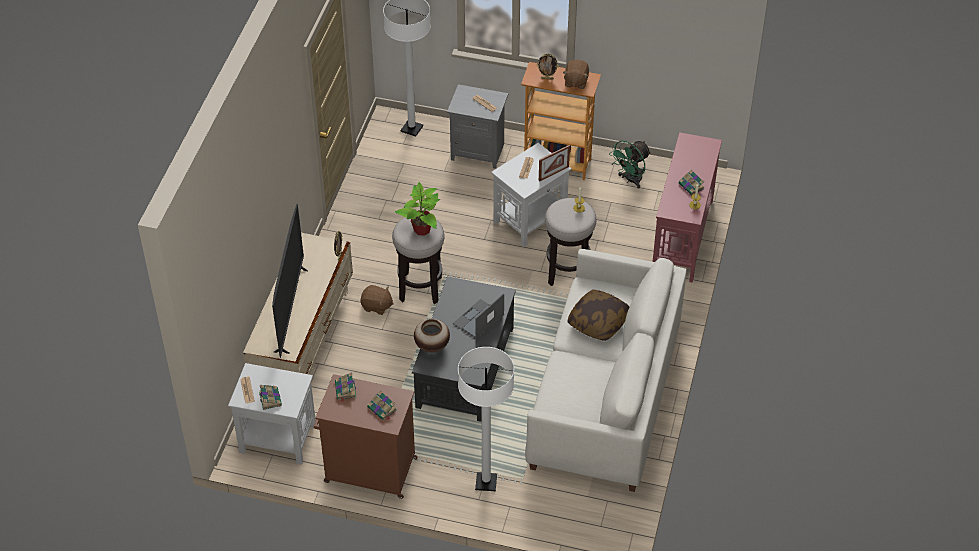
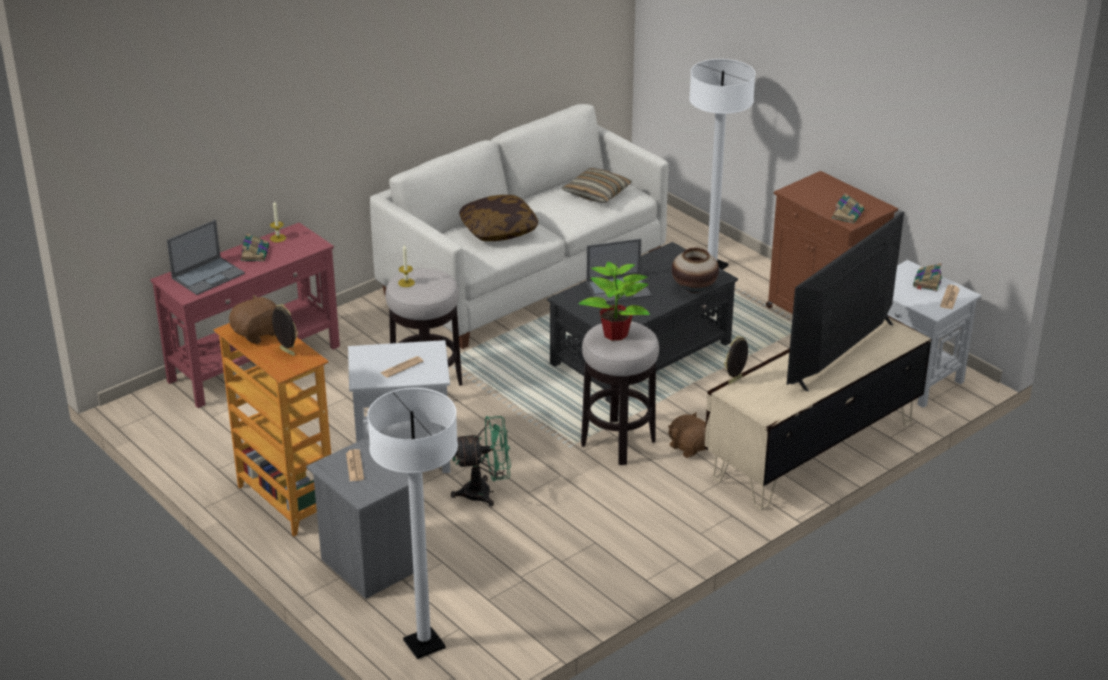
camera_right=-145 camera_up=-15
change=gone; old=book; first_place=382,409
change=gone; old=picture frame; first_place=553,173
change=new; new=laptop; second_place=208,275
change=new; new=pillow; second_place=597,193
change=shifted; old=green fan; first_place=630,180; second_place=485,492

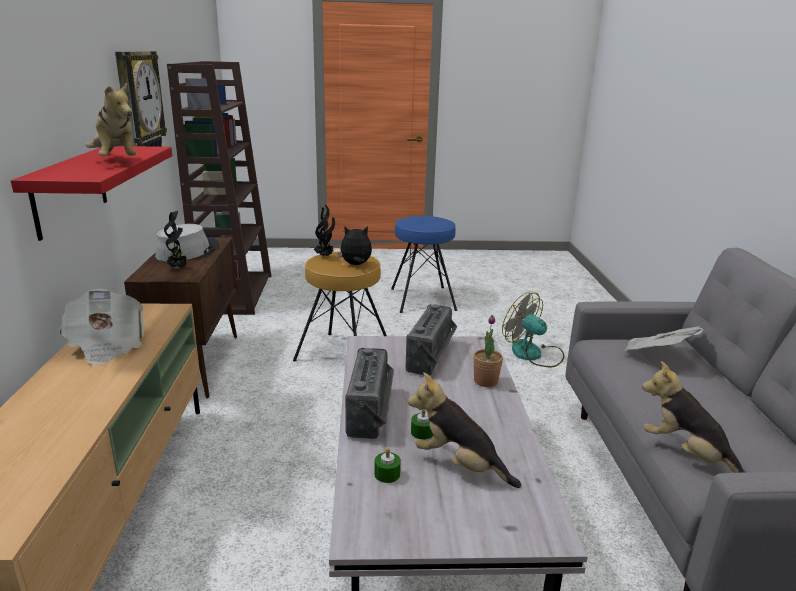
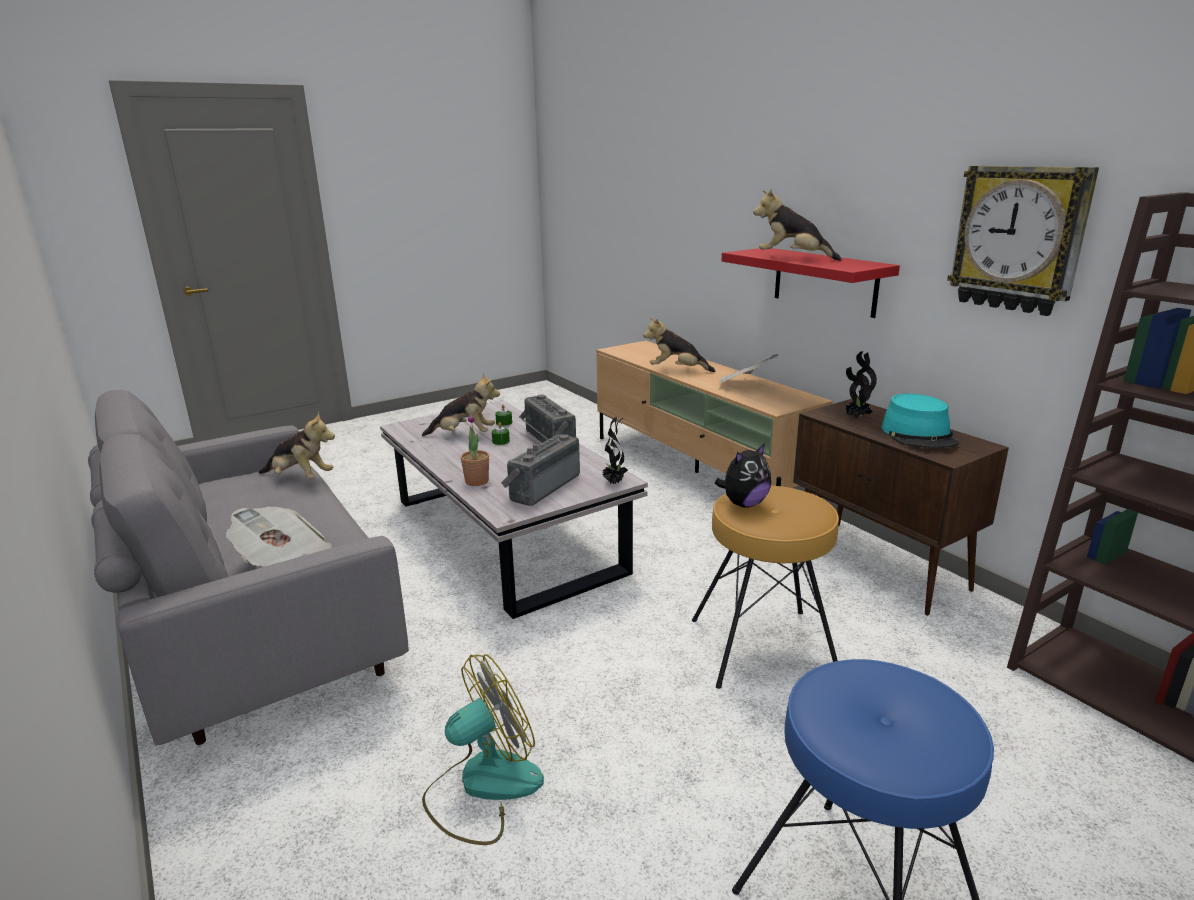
camera_right=150 camera_up=0
change=new; new=plush toy; second_place=677,370
change=shifted; old=potted plant; first_place=325,256; second_place=614,483
change=repainted; old=grey hat; new=turquoise hat; first_place=187,251; second_place=919,435
change=rotated; old=radio; first_place=433,357; second_place=542,487; degrees=45
change=rotated; old=fan; first_place=533,354; second_place=483,786; degrees=-45

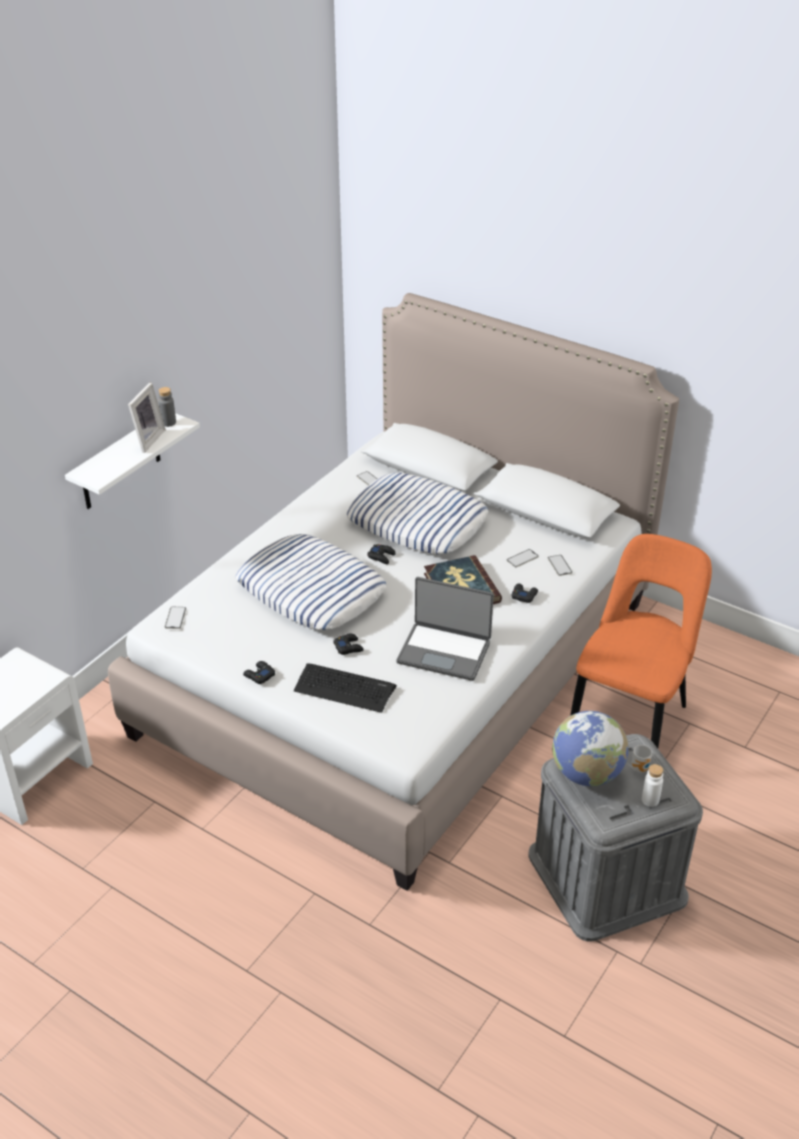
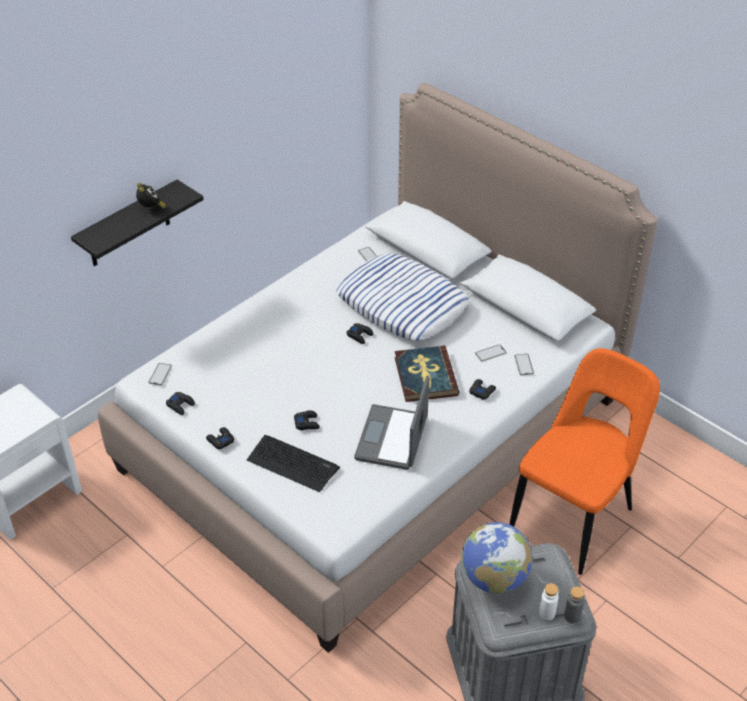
camera_right=10 camera_up=5
change=gone; old=pillow; first_place=311,591
change=gone; old=mug; first_place=641,768
change=new; new=black game controller; second_place=180,405
change=shifted; old=grey bottle; first_place=168,422; second_place=572,616
change=swapped; old=picture frame; new=alarm clock; first_place=146,439; second_place=151,208
change=repainted; old=white shelf; new=black shelf; first_place=120,462; second_place=128,225
change=rotated; old=laptop; first_place=444,651; second_place=393,438; degrees=75

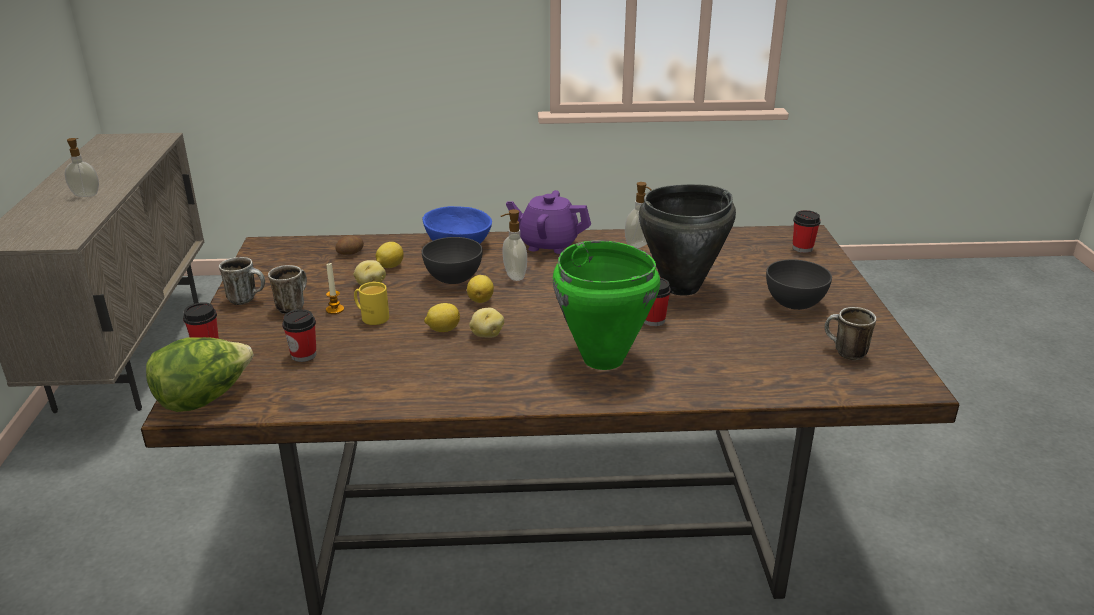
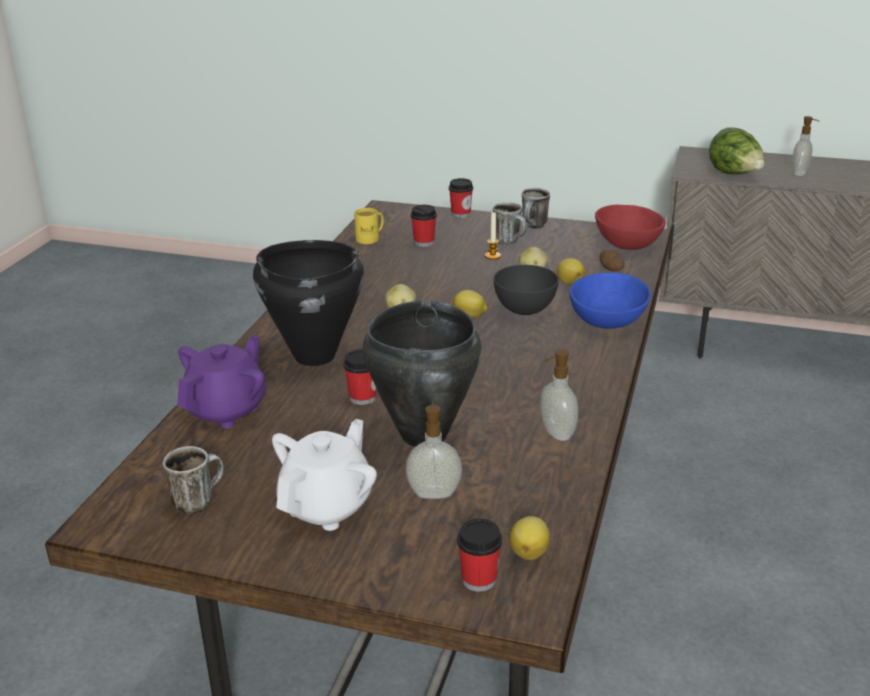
camera_right=110 camera_up=0
change=new; new=red bowl; second_place=627,244
change=shifted; old=lettuce; first_place=204,399; second_place=735,175
change=shifted; old=yellow mug; first_place=371,317; second_place=370,238
change=shifted; old=lemon; first_place=443,329; second_place=529,552
change=shifted; old=soap dispenser; first_place=514,276; second_place=434,492
change=shifted; old=purple teapot; first_place=548,244; second_place=227,410
change=swapped; old=grey bowl; new=white teapot; first_place=795,303; second_place=327,507
change=repainted; old=green cooking pot; new=black cooking pot; first_place=603,359; second_place=314,356

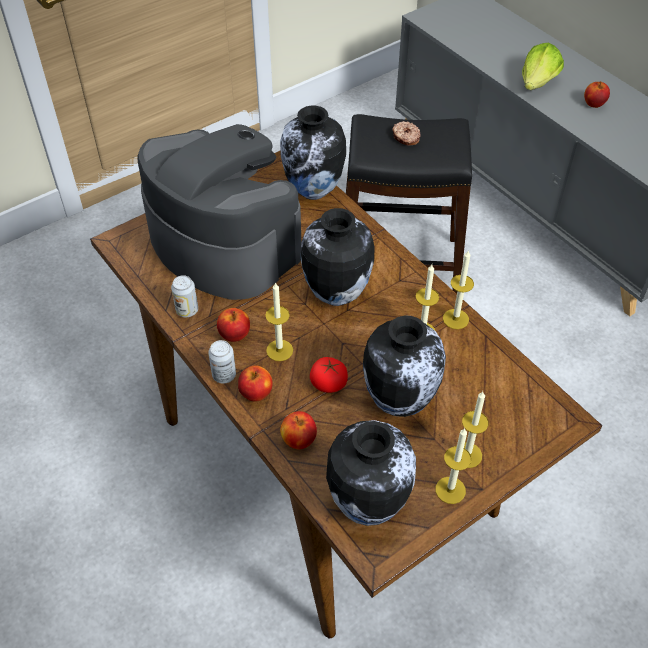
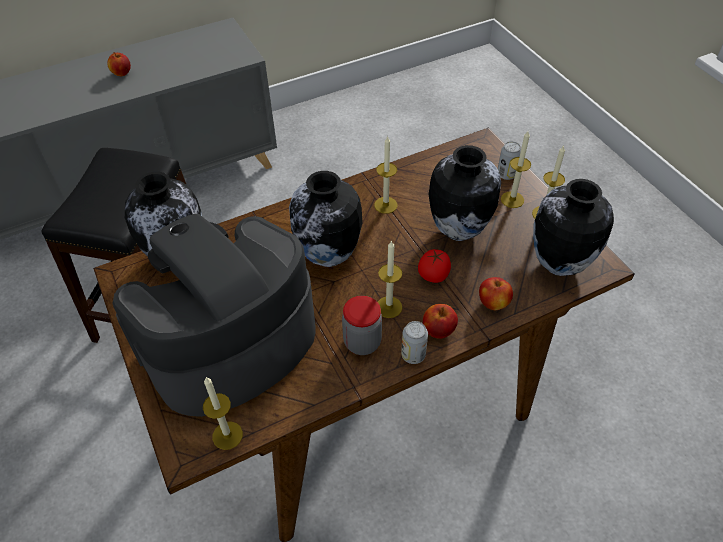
camera_right=-80 camera_up=0
change=gone; old=donut; first_place=405,137
change=gone; old=lettuce; first_place=538,83
change=shifted; old=can; first_place=187,310; second_place=506,174
change=shifted; old=candle; first_place=455,319; second_place=227,435
change=swapped; old=apple; new=jar; first_place=234,335; second_place=362,342

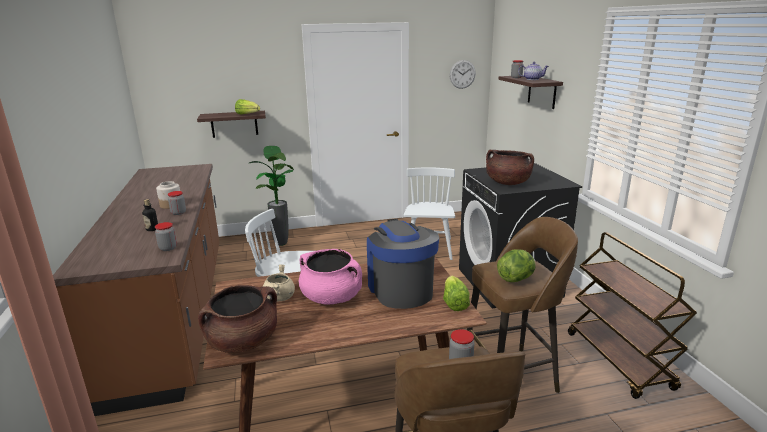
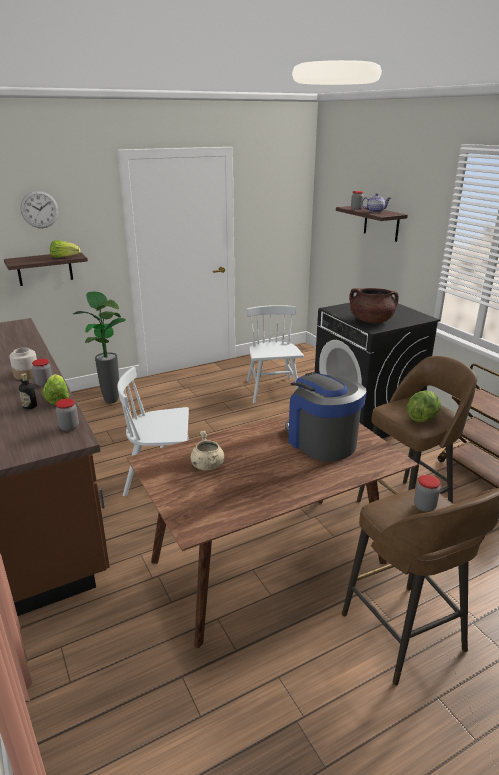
camera_right=-15 camera_up=5
change=gone; old=brown cooking pot; first_place=243,342
change=gone; old=pink cooking pot; first_place=332,298
change=shifted; old=lettuce; first_place=454,303; second_place=57,398
change=shifted; old=wall clock; first_place=462,74; second_place=39,209

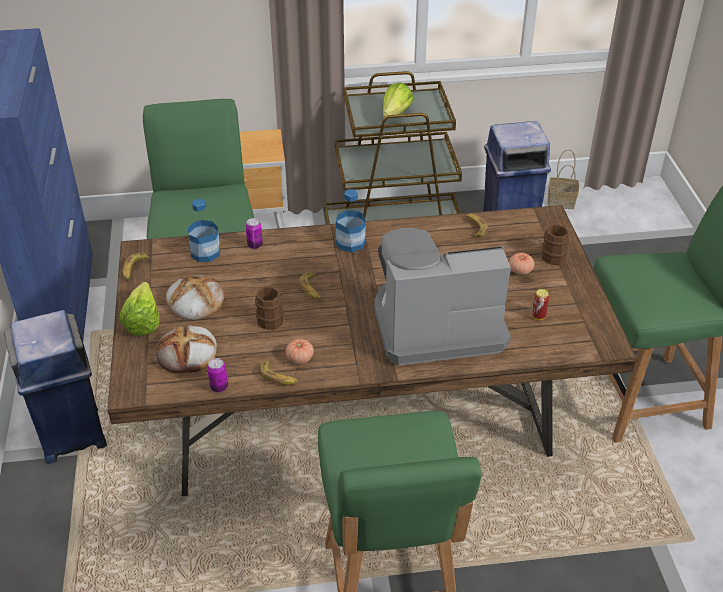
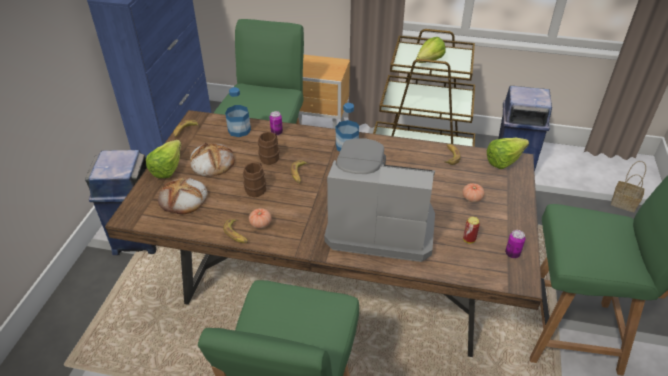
camera_right=20 camera_up=0
change=new; new=lettuce; second_place=507,161
change=shifted; old=can; first_place=219,387; second_place=512,254
change=shifted; old=brown mug; first_place=553,254; second_place=271,156
change=shifted; old=basket; first_place=562,201; second_place=624,203

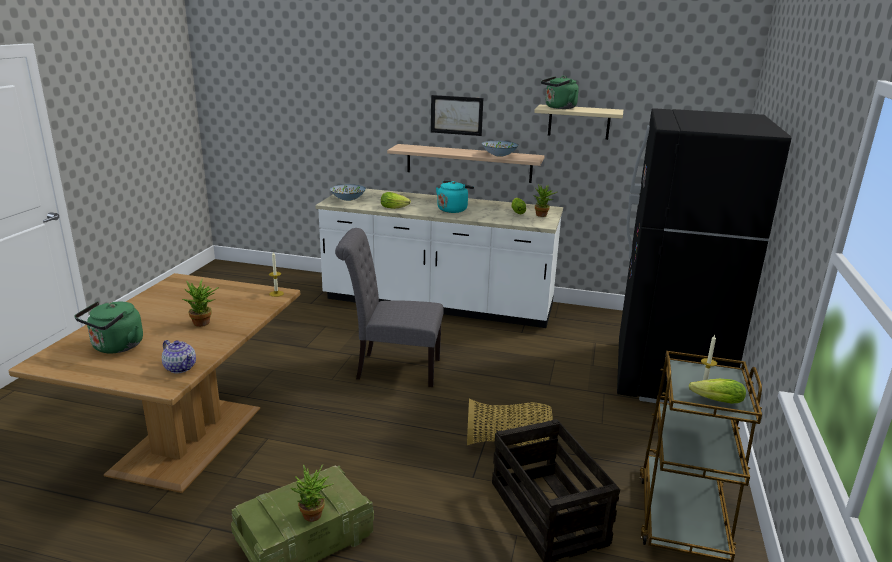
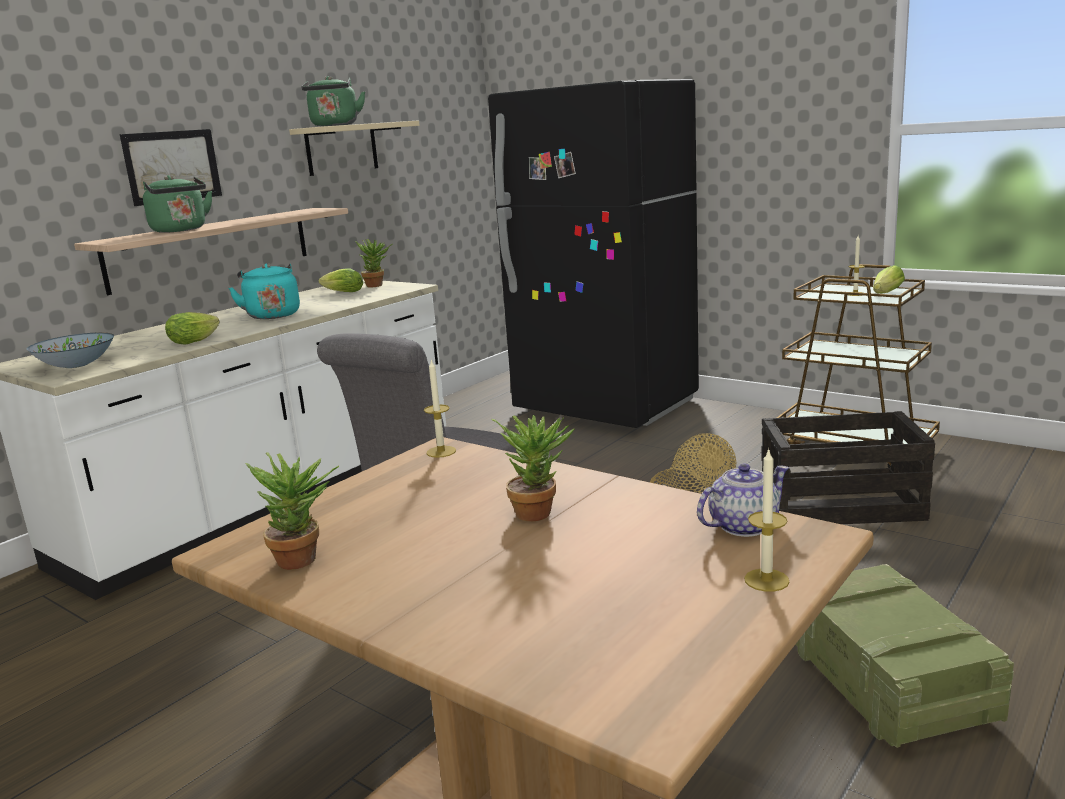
camera_right=-65 camera_up=-5
change=gone; old=bowl; first_place=499,155
change=new; new=candle; second_place=766,580
change=shifted; old=green kettle; first_place=116,347; second_place=181,230
change=shifted; old=potted plant; first_place=314,518; second_place=305,559

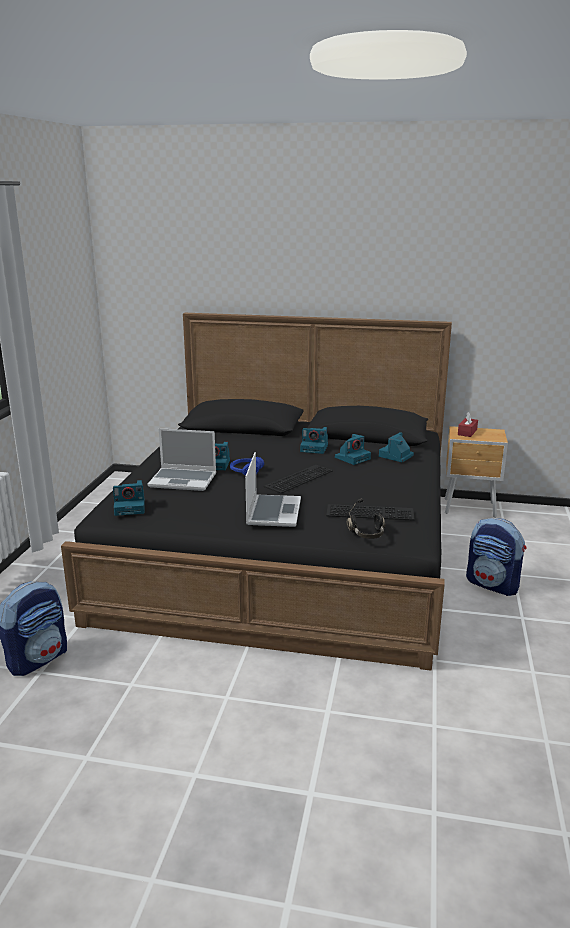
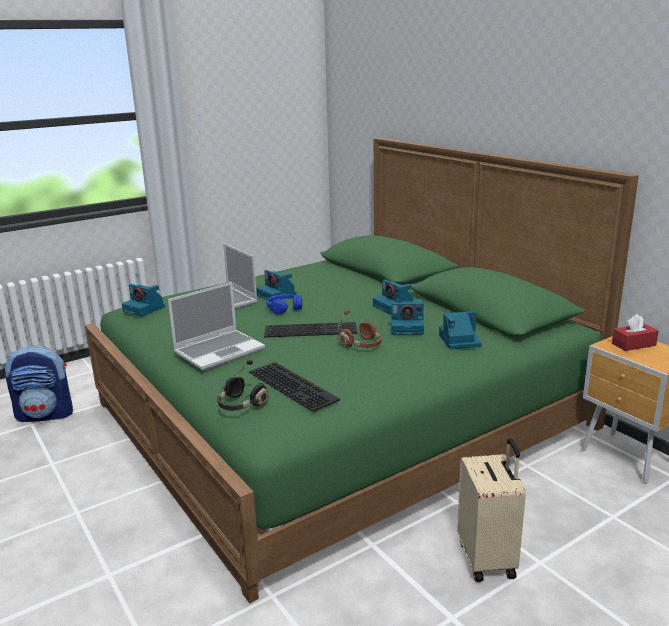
camera_right=45 camera_up=0
change=new; new=brown headphones; second_place=362,345
change=swapped; old=backpack; new=beige suitcase; first_place=493,585; second_place=488,559
change=repainted; old=black bed; new=green bed; first_place=285,551; second_place=338,414

